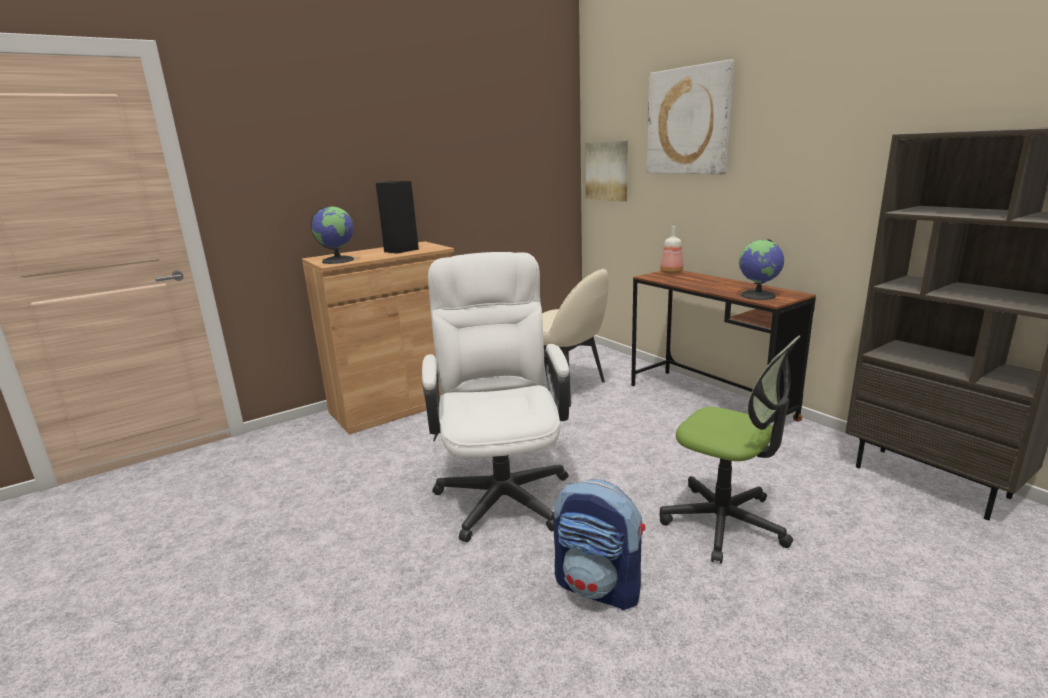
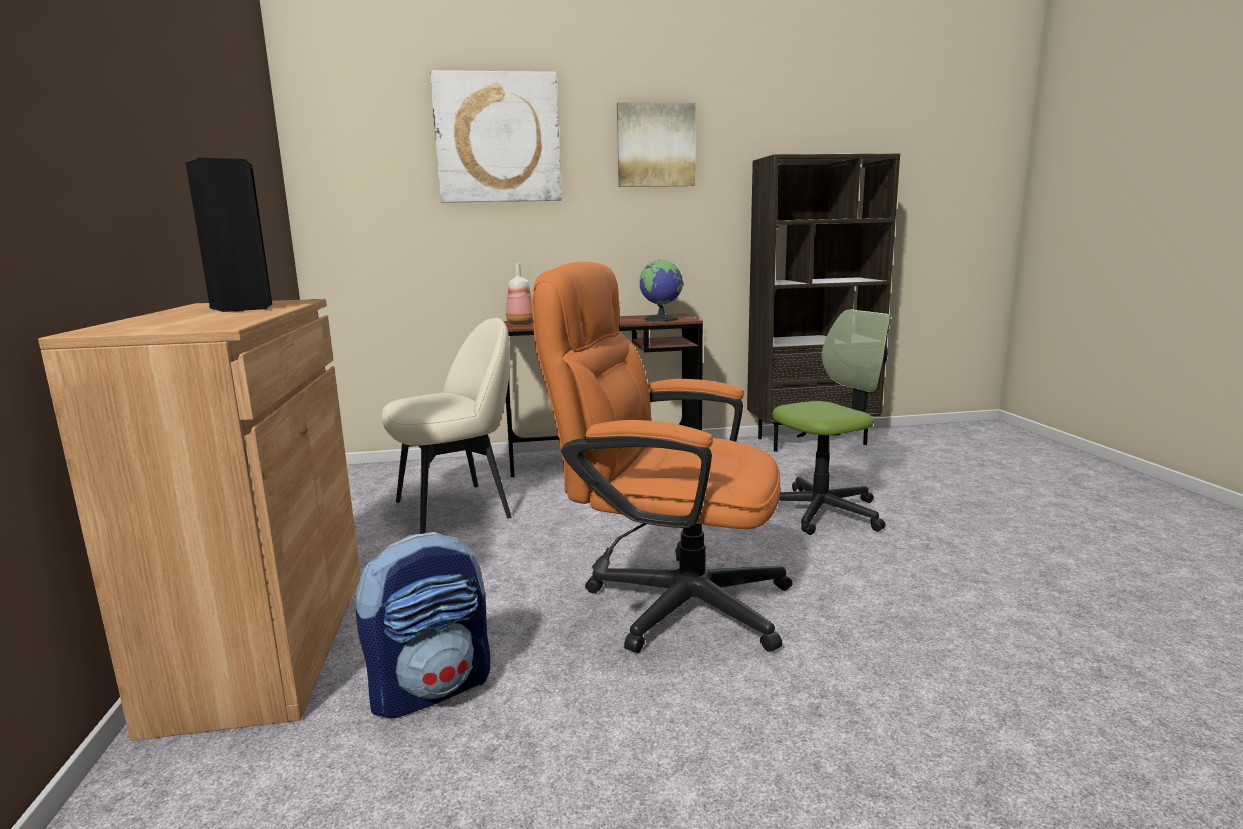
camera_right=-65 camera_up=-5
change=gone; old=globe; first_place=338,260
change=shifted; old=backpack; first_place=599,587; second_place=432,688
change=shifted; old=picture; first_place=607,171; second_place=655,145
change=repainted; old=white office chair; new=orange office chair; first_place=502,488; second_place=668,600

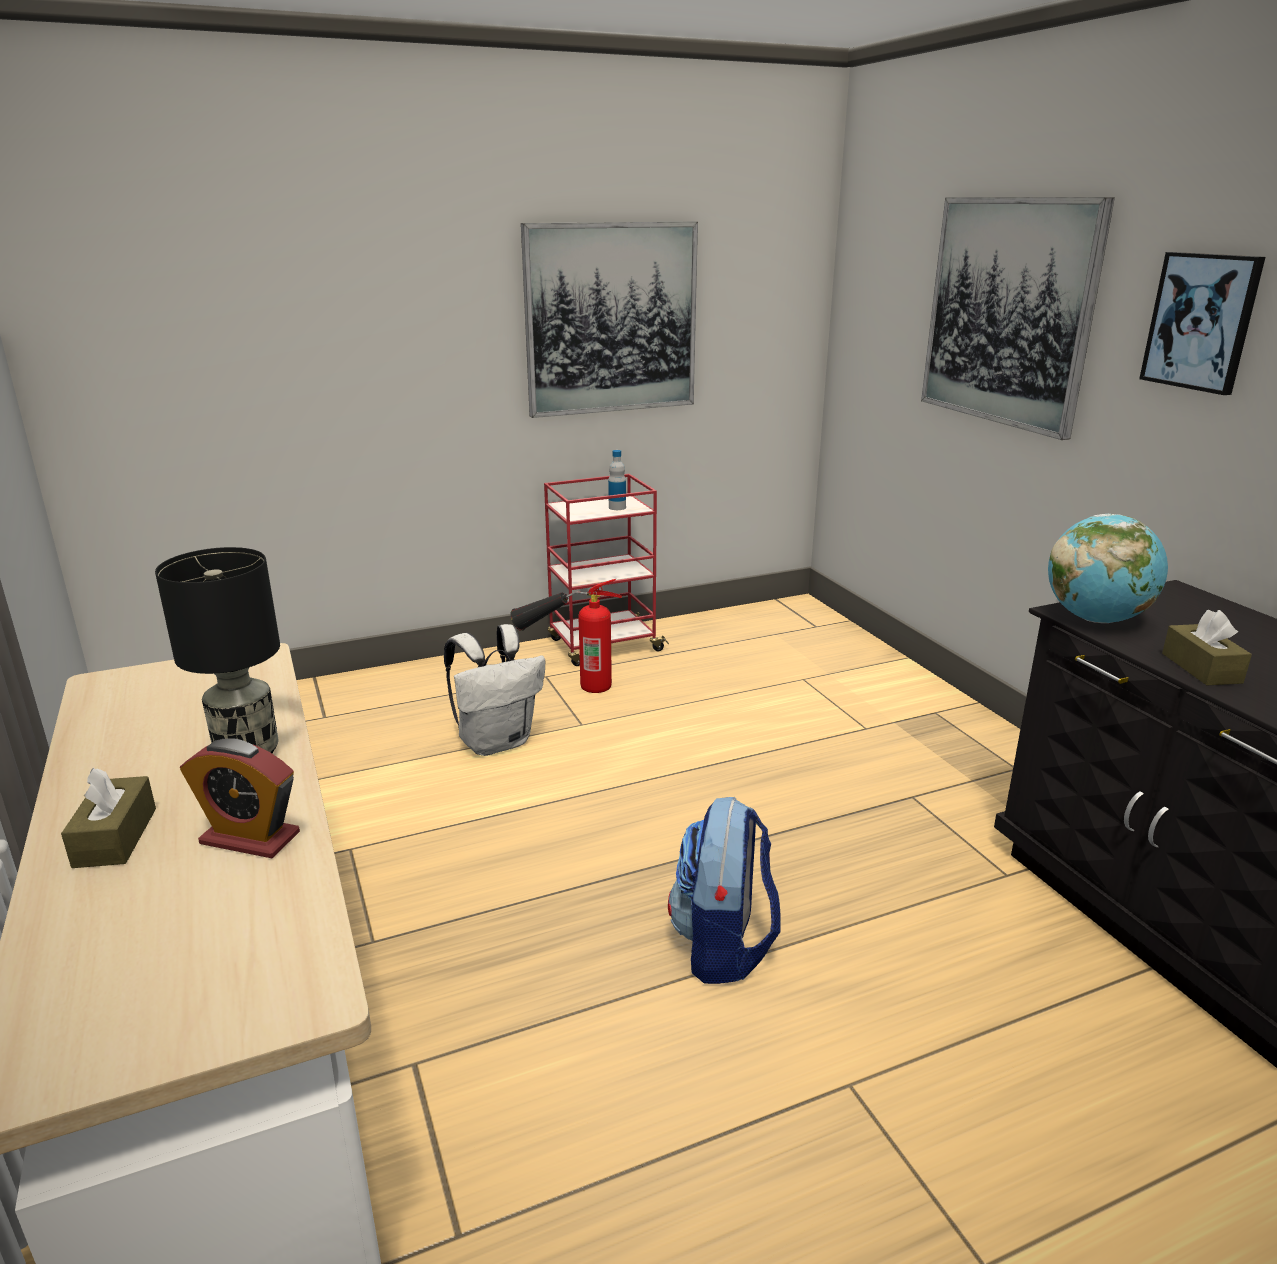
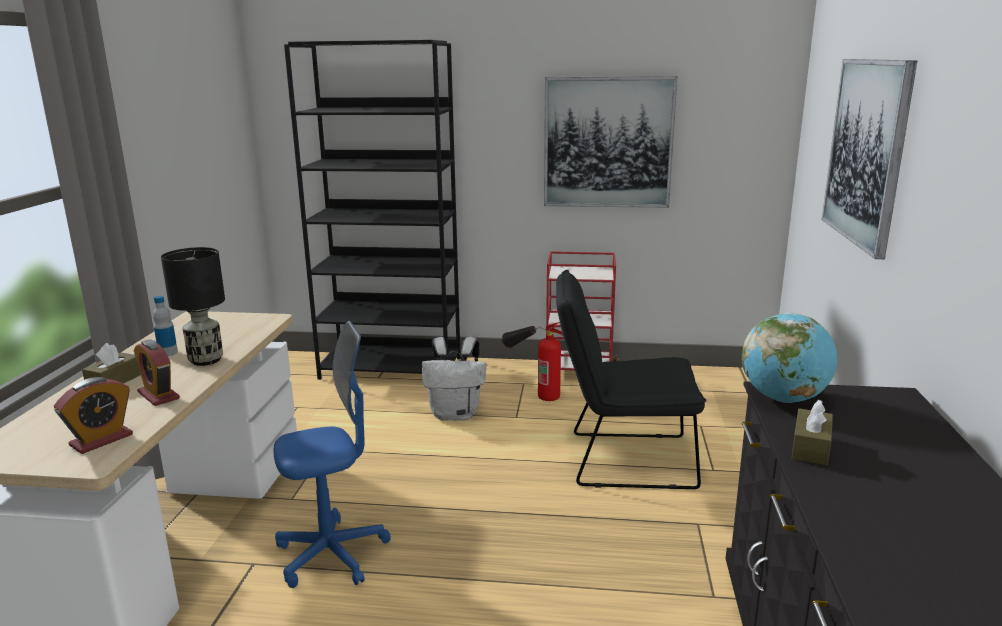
camera_right=30 camera_up=-5
change=gone; old=backpack; first_place=723,946
change=gone; old=picture; first_place=1201,322
change=new; new=alarm clock; second_place=101,440
change=new; new=blue office chair; second_place=332,554
change=new; new=black bookcase; second_place=392,368
change=new; new=black chair; second_place=621,460
change=shifted; old=bottle; first_place=617,507; second_place=168,353

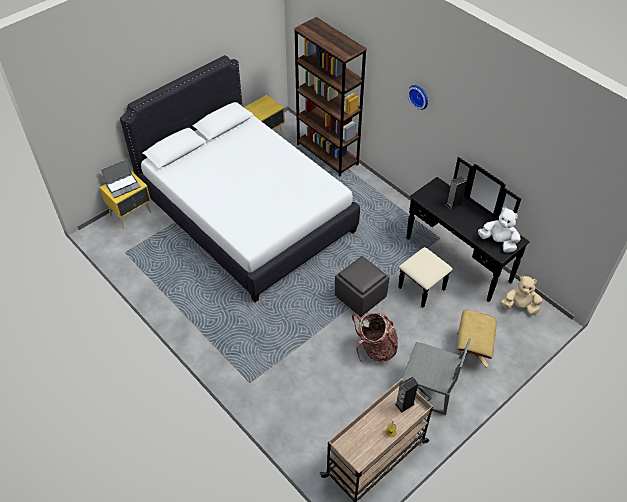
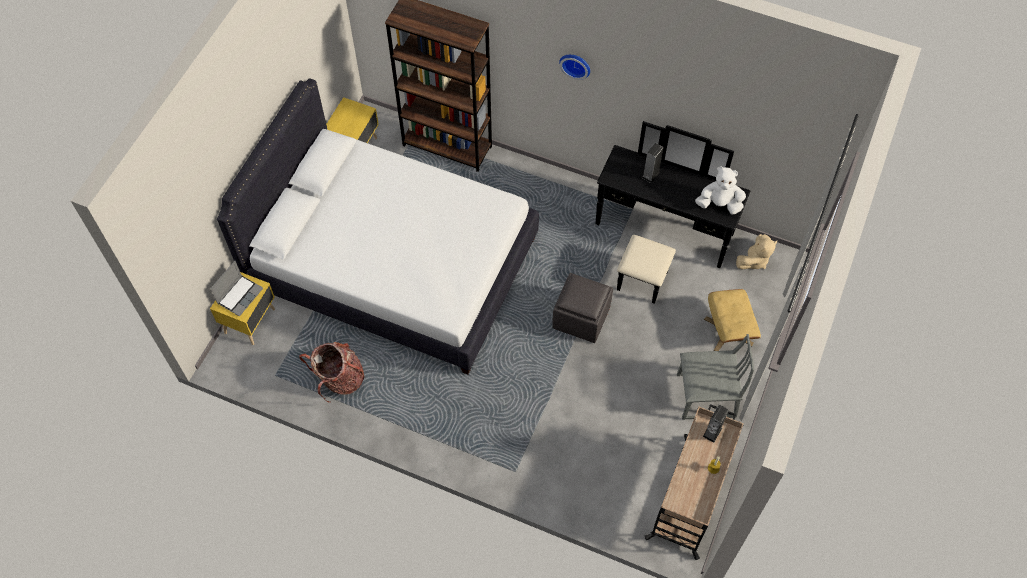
camera_right=-25 camera_up=10
change=shifted; old=backpack; first_place=375,348; second_place=339,379
change=rotated; old=beige plush toy; first_place=519,306; second_place=754,260; degrees=150

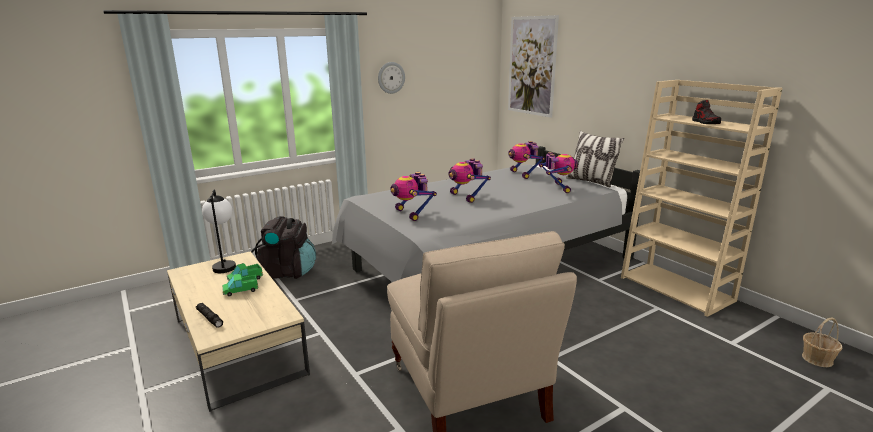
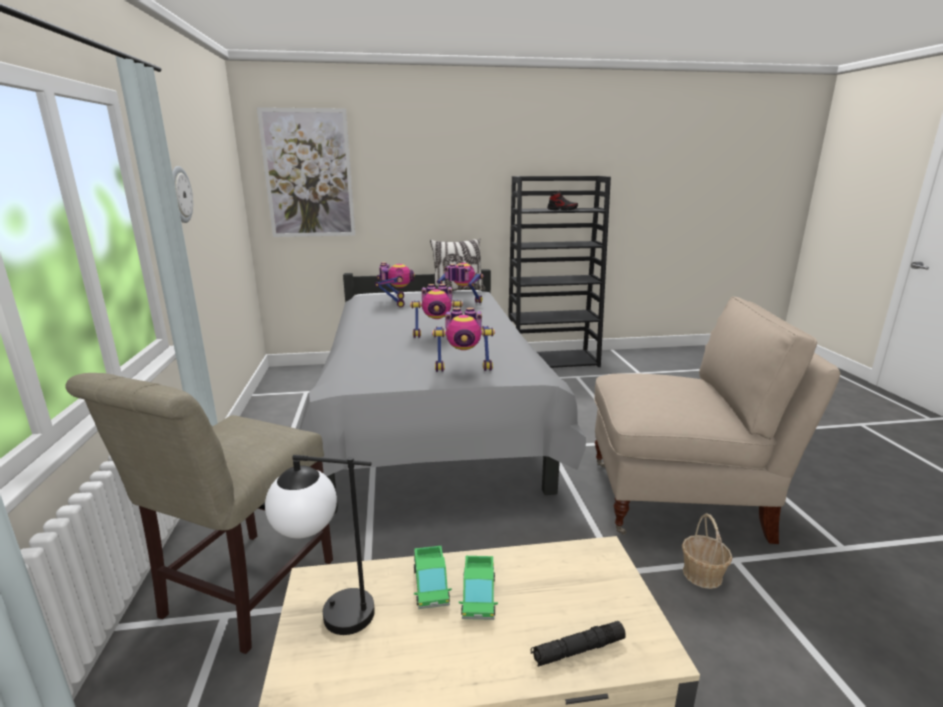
camera_right=-65 camera_up=0
change=shifted; old=basket; first_place=817,359; second_place=702,574
change=swapped; old=black backpack; new=beige chair; first_place=287,272; second_place=242,593
change=repainted; old=beige bookcase; new=black bookcase; first_place=677,289; second_place=553,361
change=rotated; old=toy robot; first_place=523,174; second_place=395,302; degrees=-105

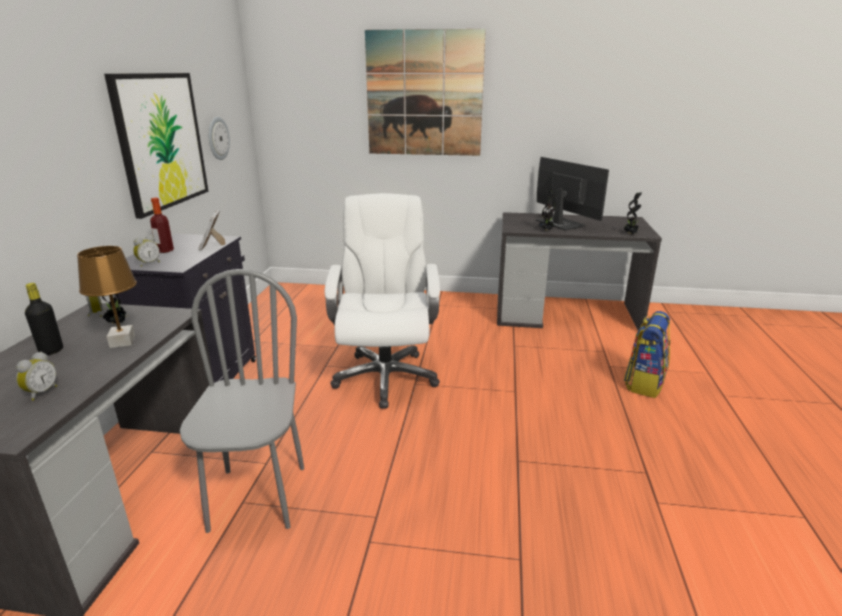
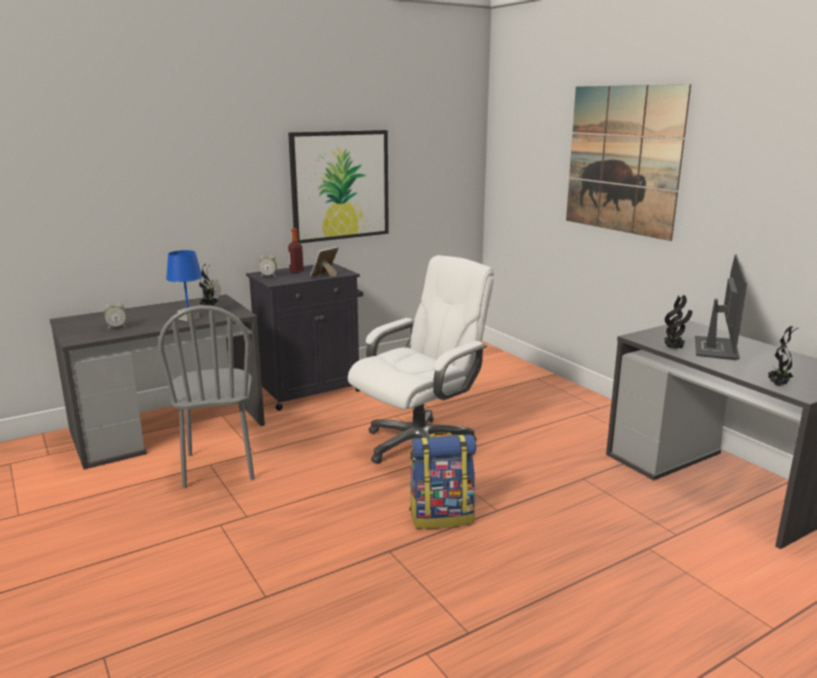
camera_right=50 camera_up=-5
change=gone; old=black bottle; first_place=51,351
change=gone; old=wall clock; first_place=217,138
change=shifted; old=backpack; first_place=644,383; second_place=442,516
change=repainted; old=brown table lamp; new=blue table lamp; first_place=122,342; second_place=188,318
change=rotated; old=grey chair; first_place=257,497; second_place=219,467; degrees=120

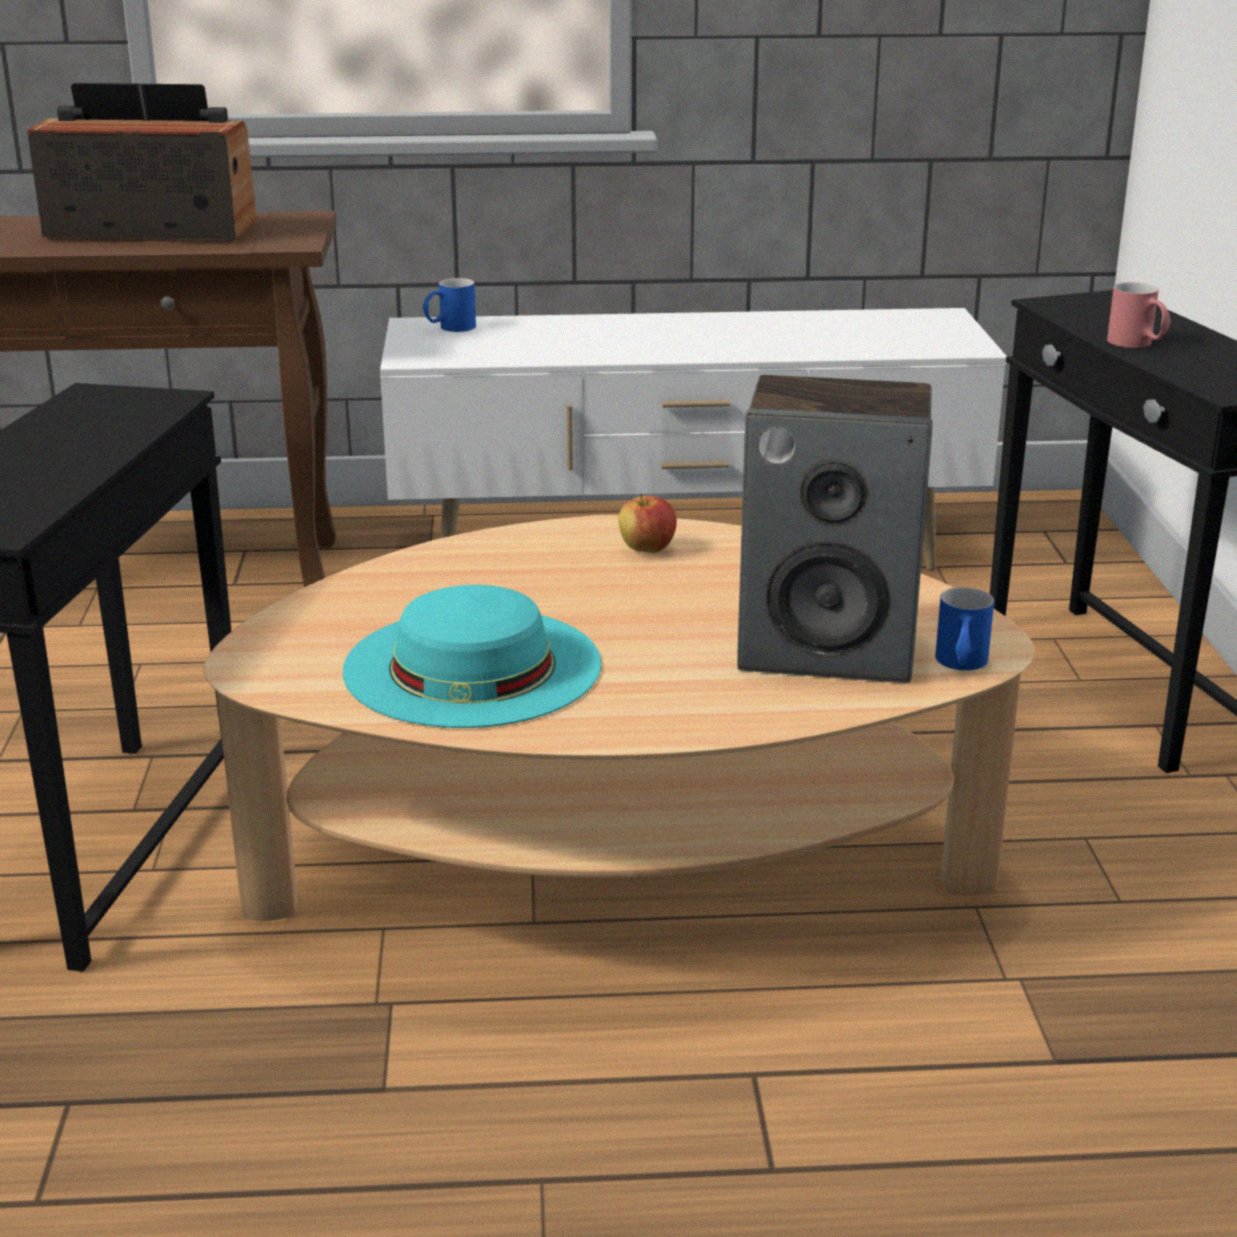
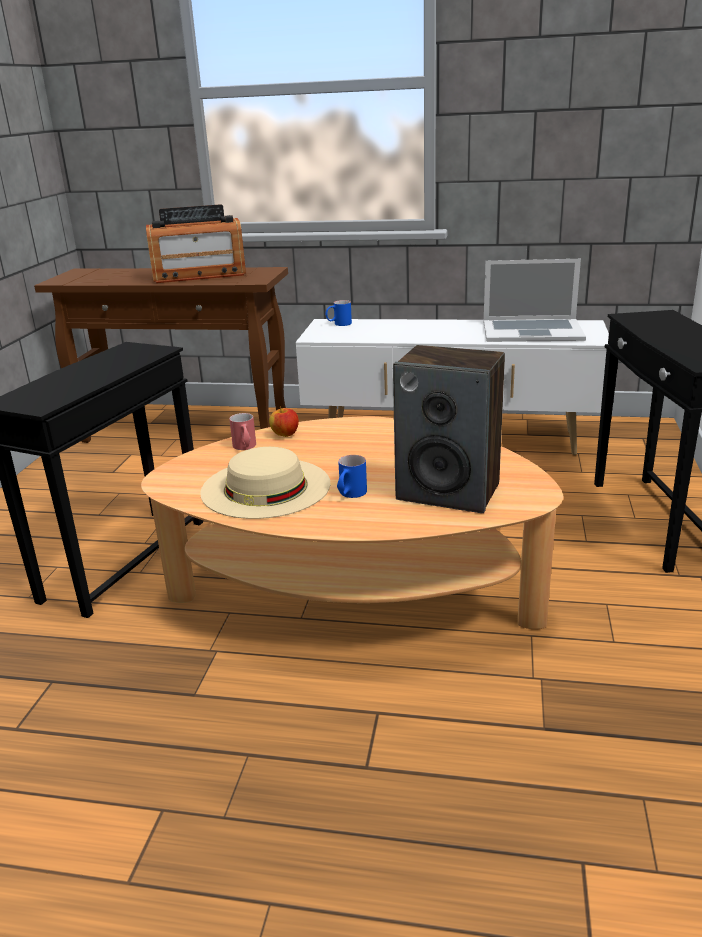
camera_right=15 camera_up=0
change=new; new=laptop; second_place=532,331
change=shifted; old=apple; first_place=647,549; second_place=285,434
change=shifted; old=blue mug; first_place=961,665; second_place=350,495
change=shifted; old=red mug; first_place=1137,345; second_place=245,448
change=repainted; old=turquoise hat; new=beige hat; first_place=472,666; second_place=265,487
change=rotated; old=radio; first_place=152,230; second_place=199,275; degrees=150

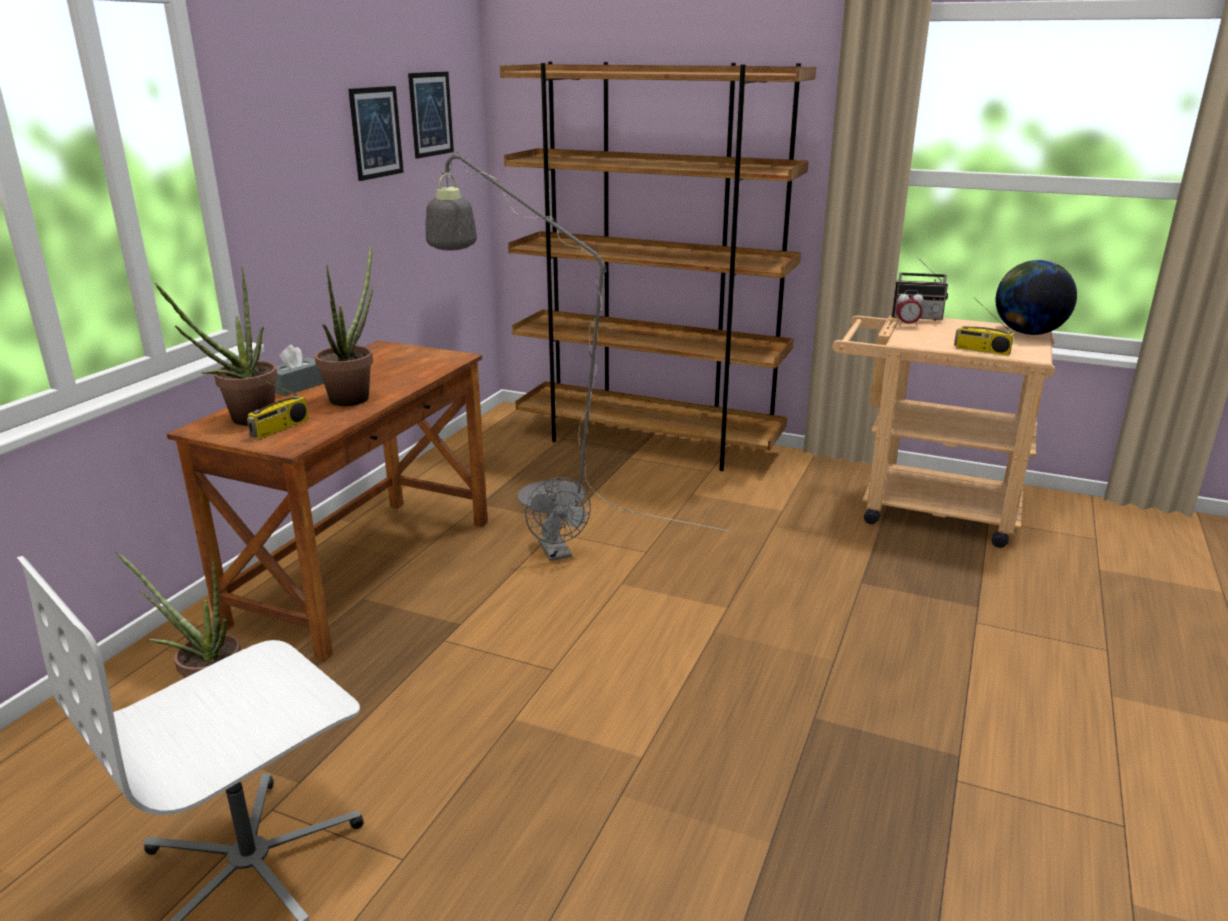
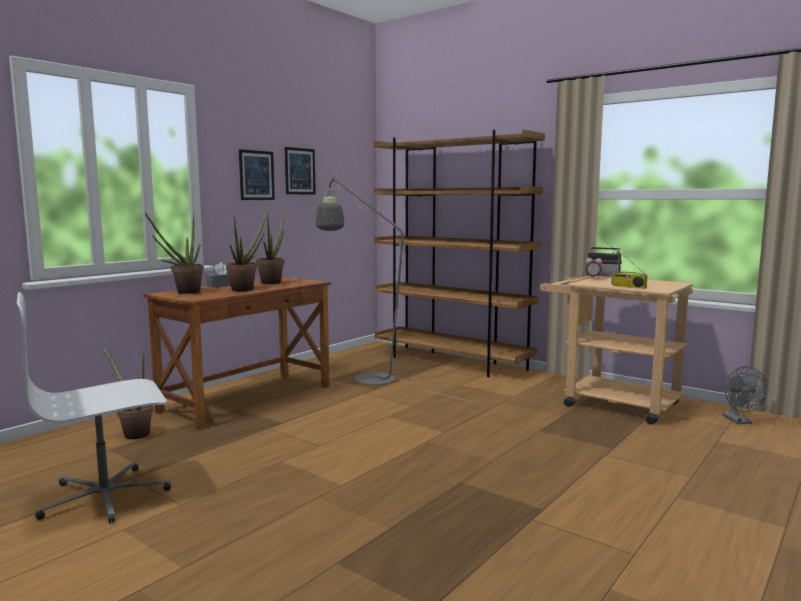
camera_right=15 camera_up=-15
change=gone; old=radio; first_place=280,429
change=gone; old=globe; first_place=1028,333
change=new; new=potted plant; second_place=273,282
change=shifted; old=picture; first_place=431,114; second_place=256,175
change=shifted; old=grey fan; first_place=557,553; second_place=739,421

